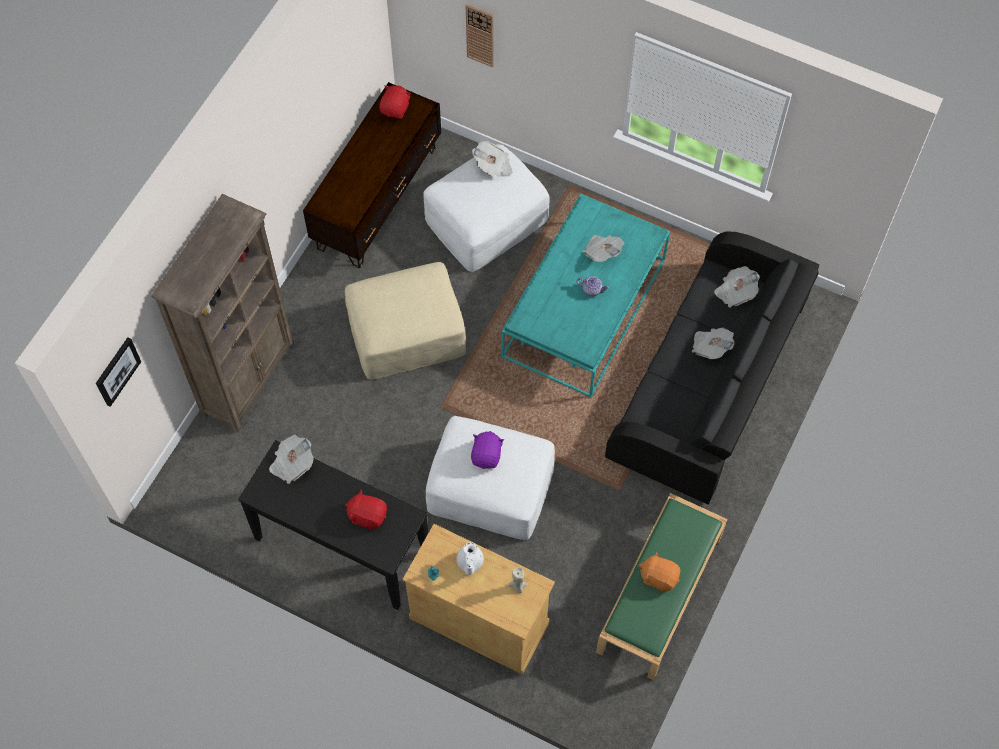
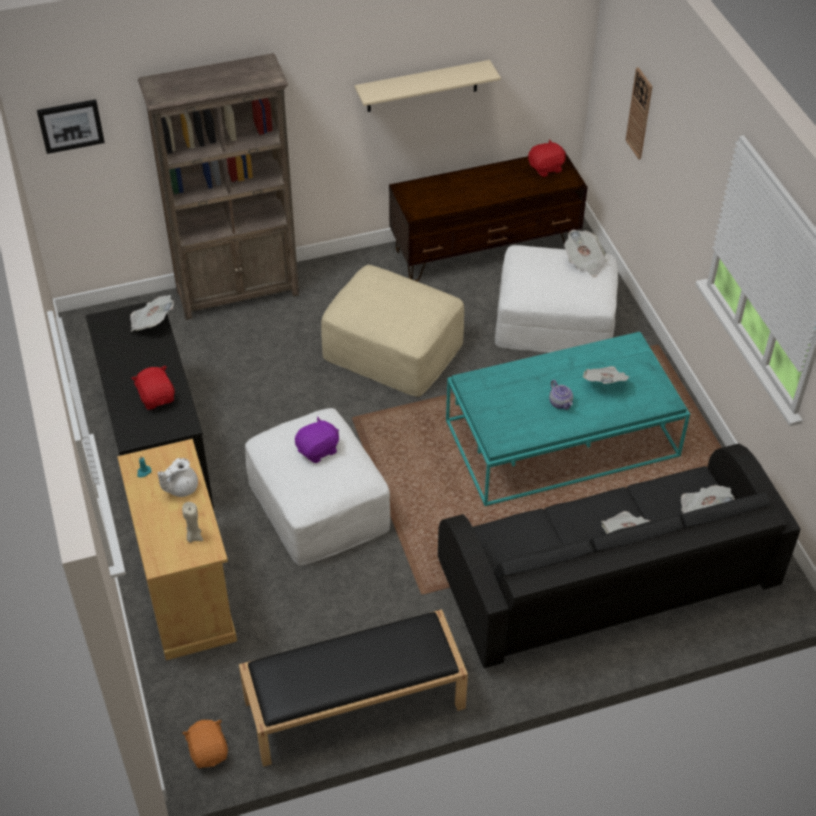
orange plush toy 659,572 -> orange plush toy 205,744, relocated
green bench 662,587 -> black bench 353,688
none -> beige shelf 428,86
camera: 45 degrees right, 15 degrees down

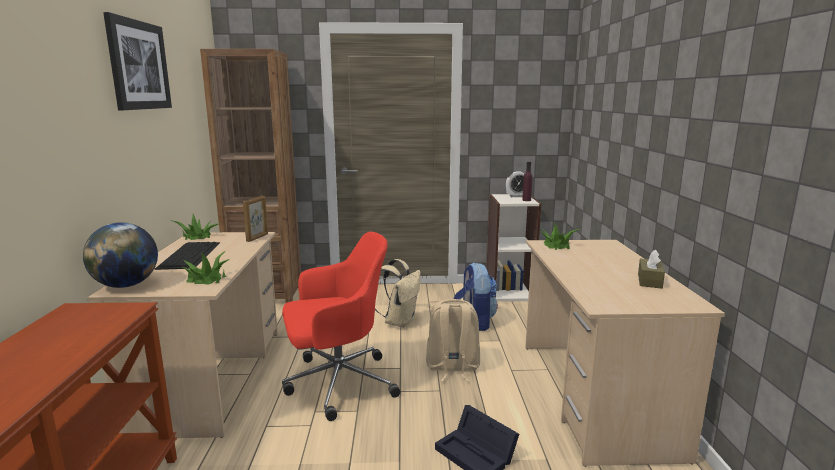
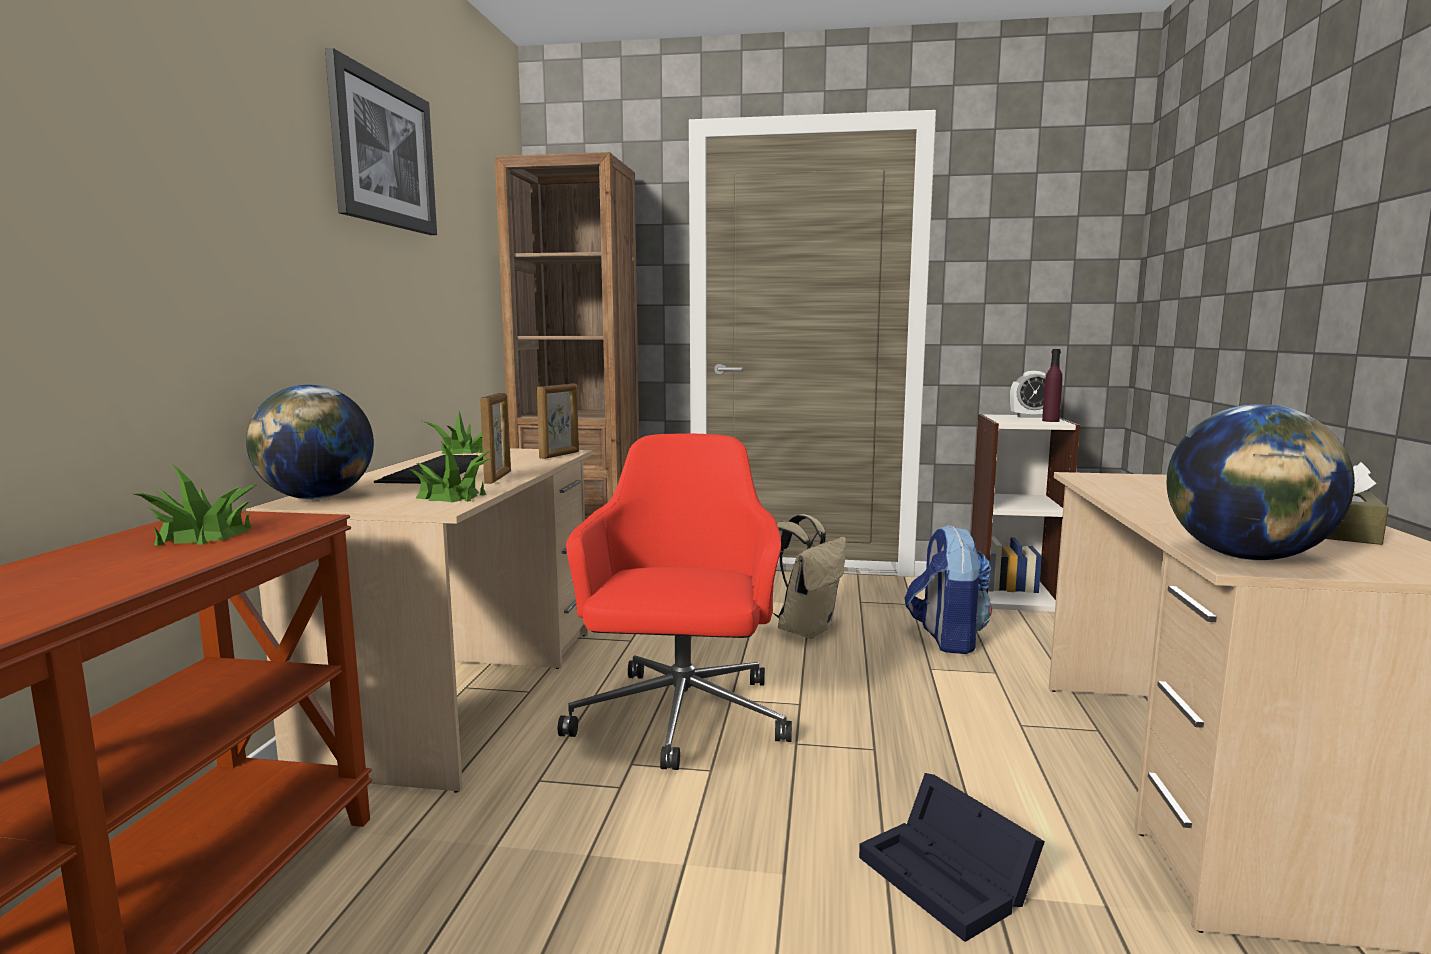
potted plant 560,236 -> potted plant 195,505, relocated
none -> picture frame 495,438
red office chair 341,326 -> red office chair 675,601, 75 degrees counterclockwise
none -> globe 1261,482
beige backpack 453,340 -> none
camera: 10 degrees right, 5 degrees down

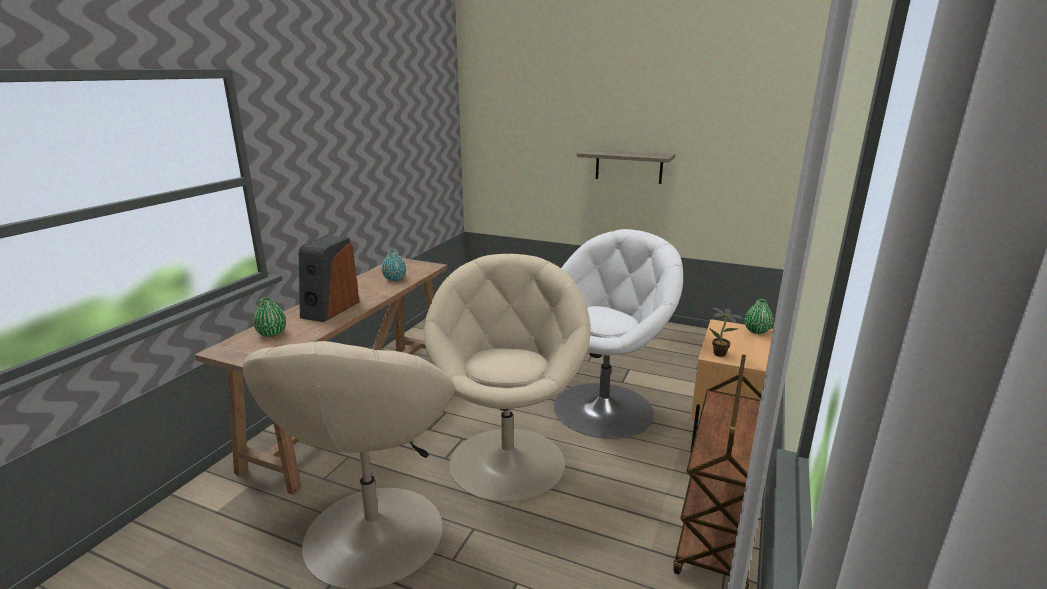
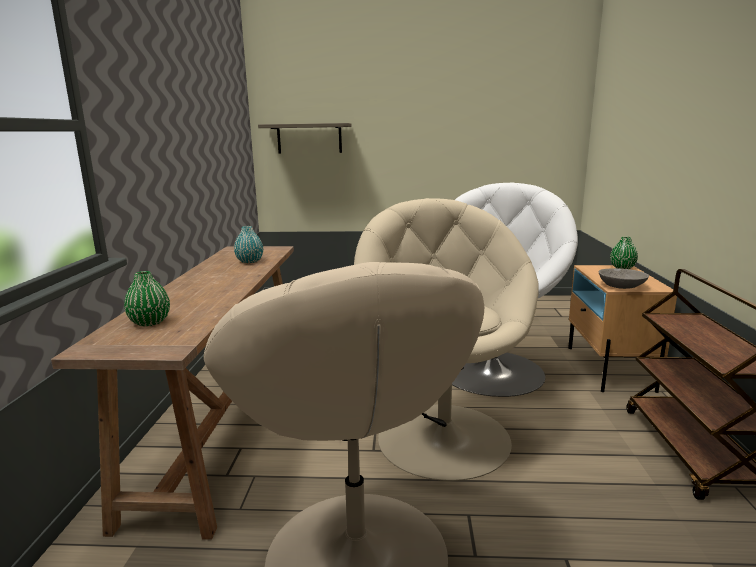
shelf 626,166 -> shelf 305,138, relocated
potted plant 726,332 -> grey bowl 624,278
speaker 329,278 -> none
camera: 20 degrees left, 5 degrees down

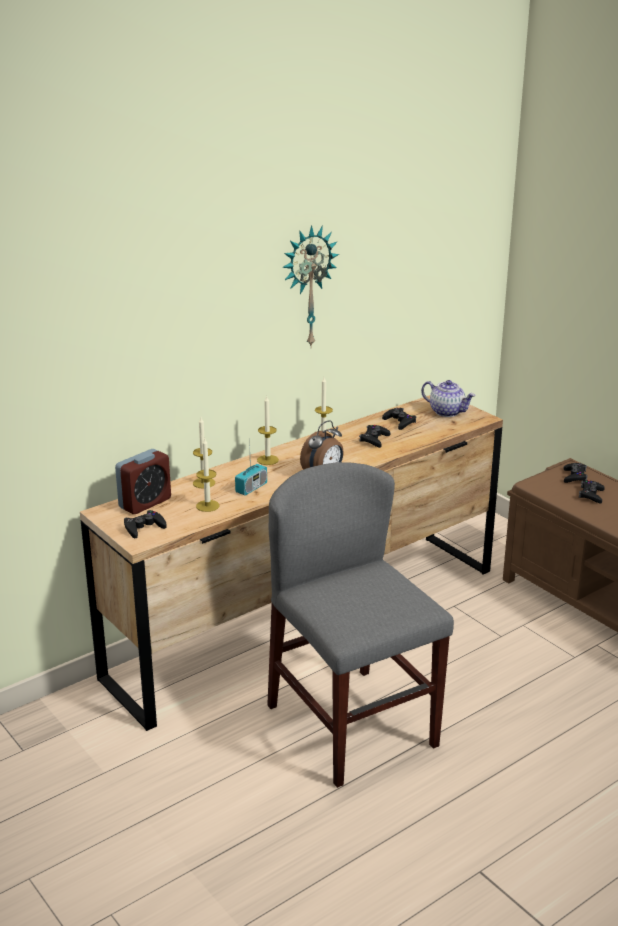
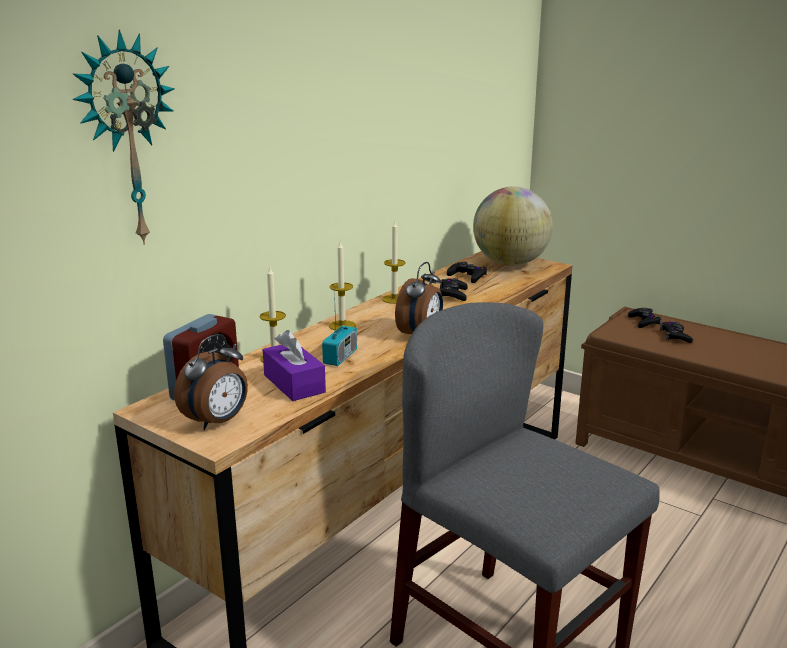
wall clock 310,285 -> wall clock 124,137, relocated
black game controller 145,524 -> alarm clock 211,382
candle 207,475 -> purple tissue box 294,365
teapot 448,398 -> globe 513,226
camera: 15 degrees left, 5 degrees down

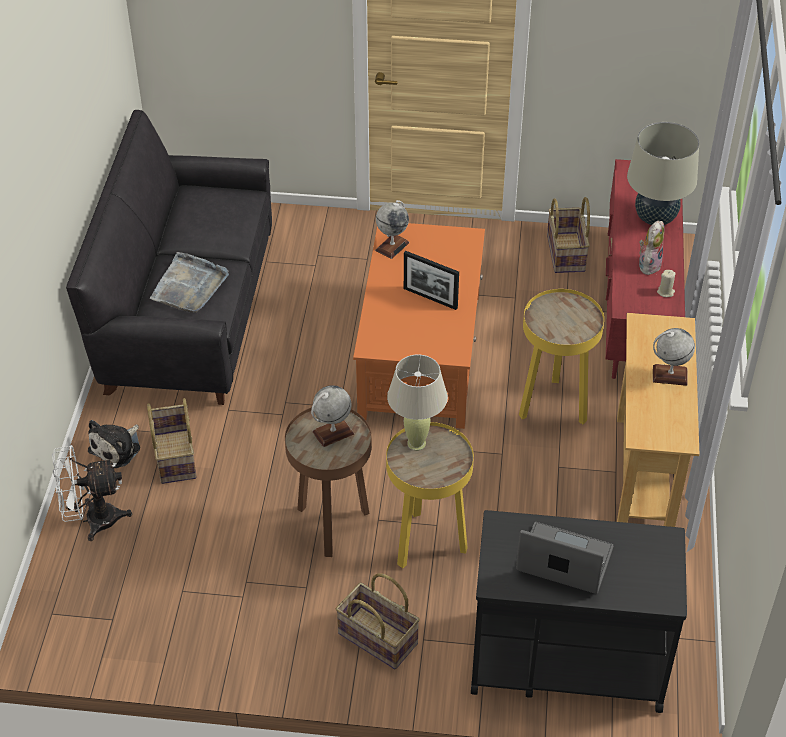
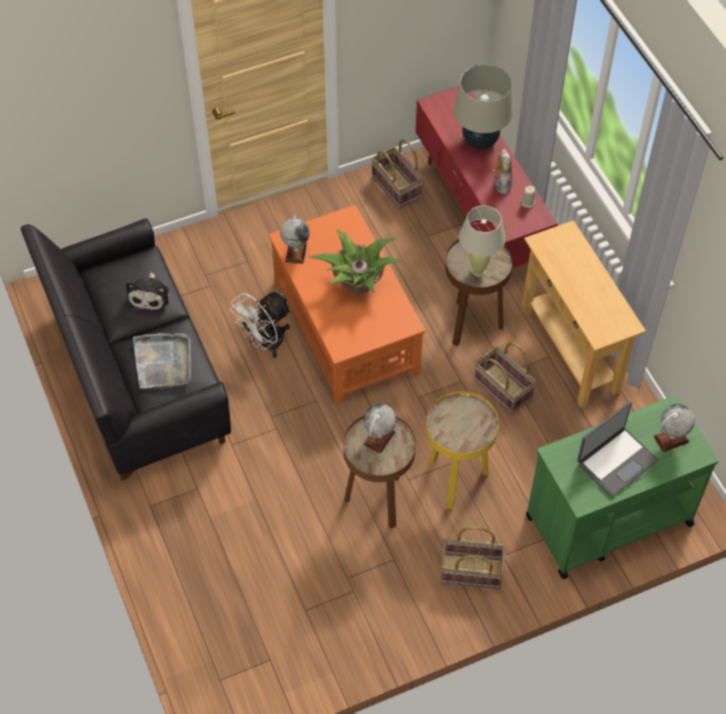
plush toy 114,444 -> plush toy 147,292, relocated
white fan 92,493 -> white fan 260,325, relocated
picture frame 431,280 -> potted plant 355,262
yellow side table 561,357 -> brown side table 479,292
beige table lamp 417,402 -> beige table lamp 482,241, relocated
basket 172,441 -> basket 505,378, relocated
black cart 579,611 -> green cart 622,487
laptop 564,558 -> laptop 618,449, 150 degrees clockwise
globe 674,357 -> globe 674,428, relocated
camera: 30 degrees left, 10 degrees up

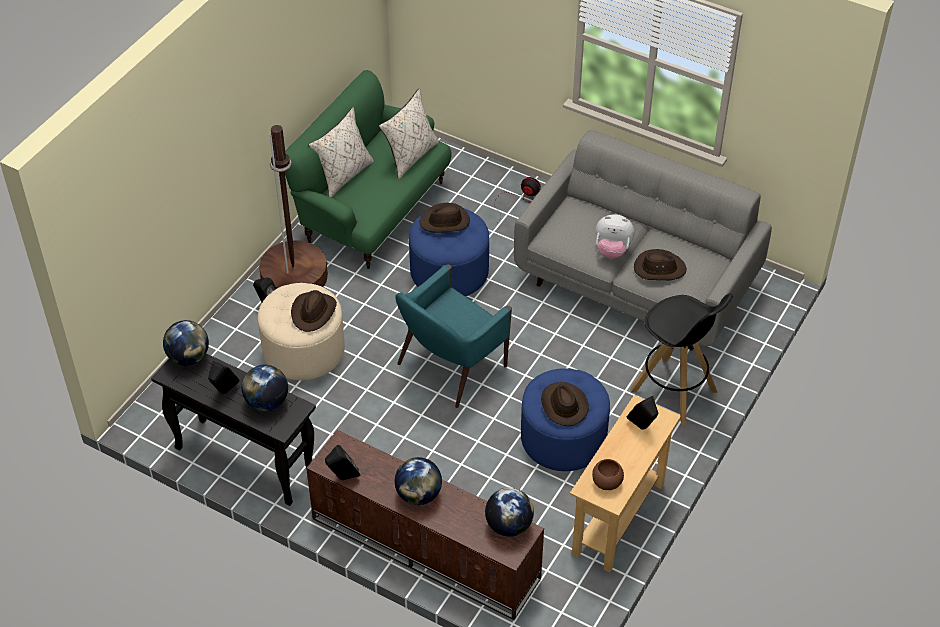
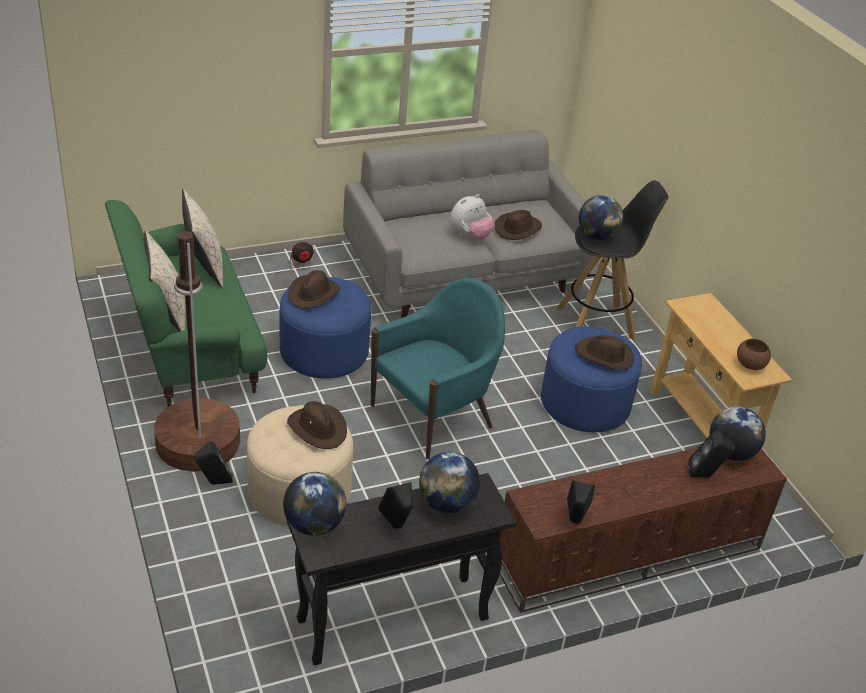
turquoise armchair 453,336 -> turquoise armchair 438,368, 120 degrees counterclockwise
globe 418,481 -> globe 601,217, relocated
black speaker 643,413 -> black speaker 711,454, relocated
camera: 55 degrees left, 10 degrees down

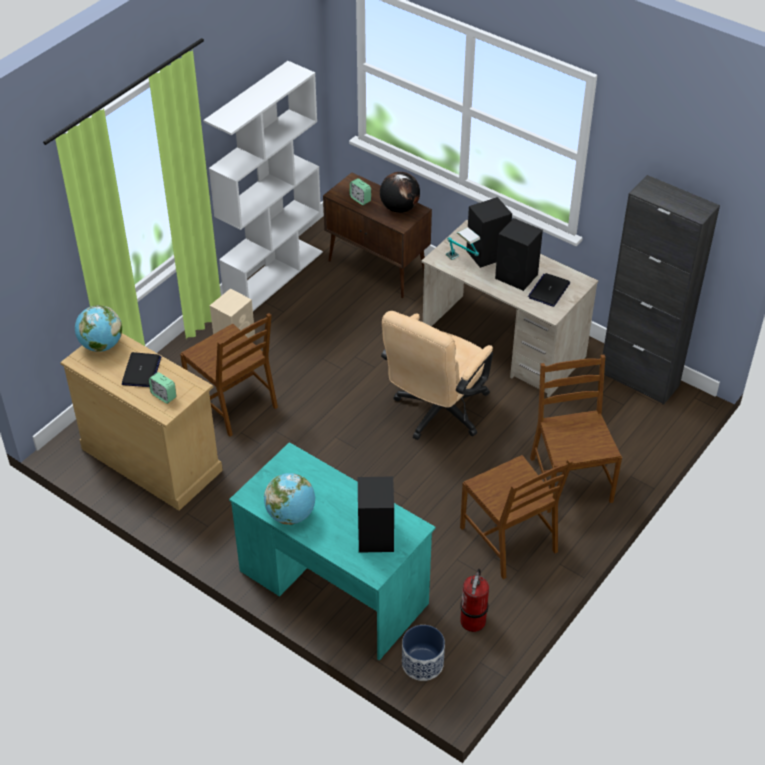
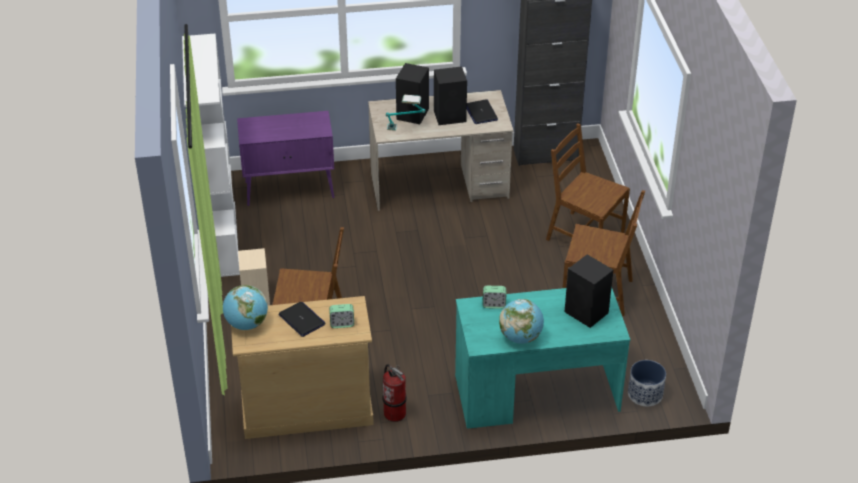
brown cabinet 377,235 -> purple cabinet 285,158
fire extinguisher 474,600 -> fire extinguisher 395,393, relocated
alarm clock 360,191 -> alarm clock 494,297, relocated
globe 400,192 -> none
beige office chair 437,375 -> none
camera: 45 degrees left, 5 degrees down

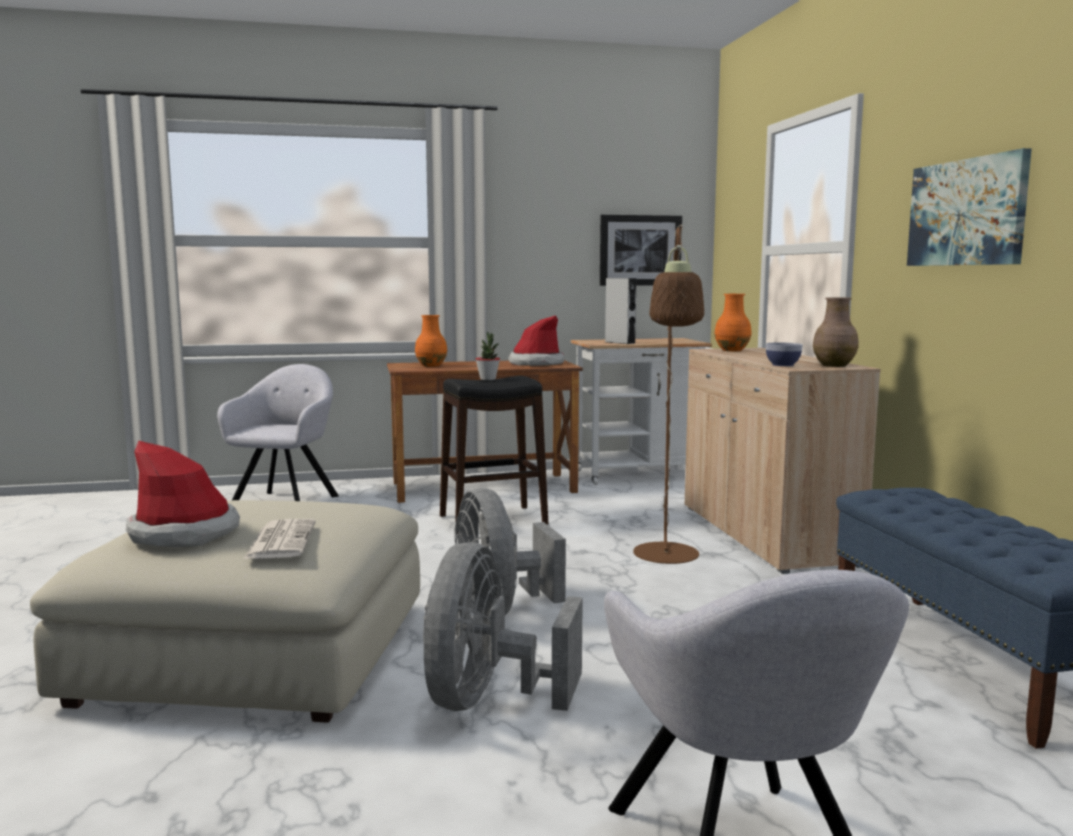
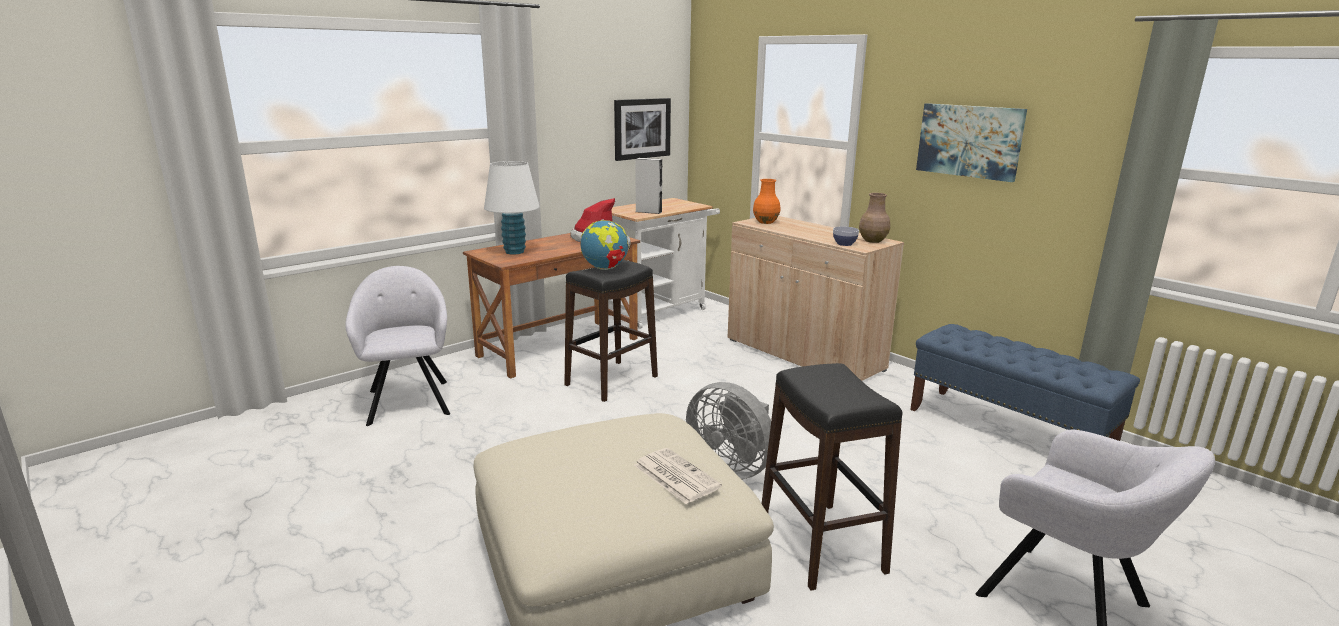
orange vase 431,341 -> white table lamp 512,208
potted plant 488,356 -> globe 606,244
grey fan 503,626 -> black stool 832,477
hat 183,494 -> none
brown floor lamp 668,394 -> none
camera: 30 degrees left, 10 degrees up

